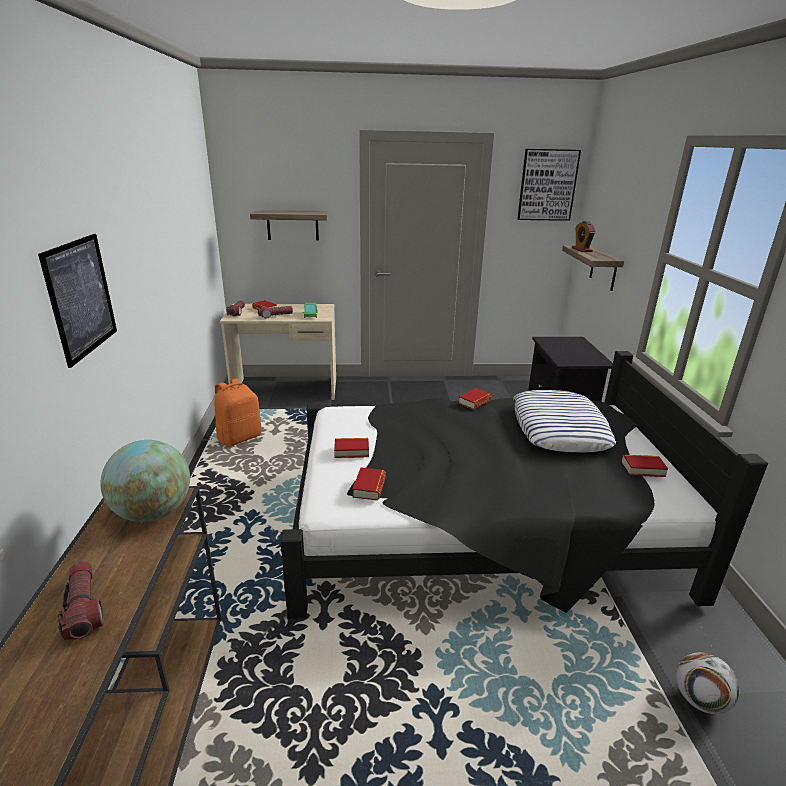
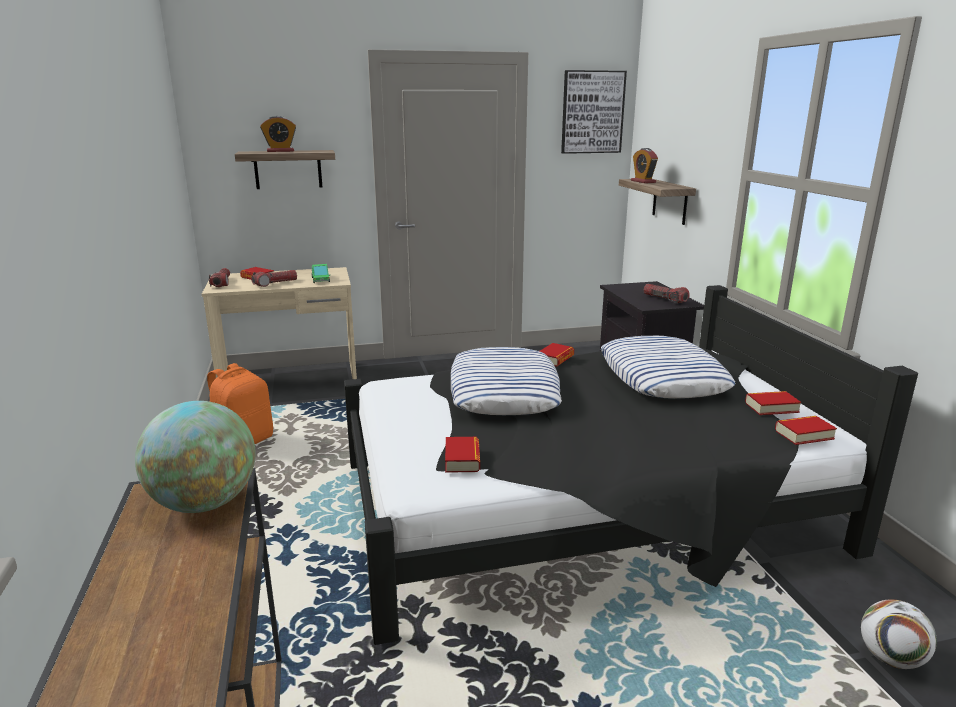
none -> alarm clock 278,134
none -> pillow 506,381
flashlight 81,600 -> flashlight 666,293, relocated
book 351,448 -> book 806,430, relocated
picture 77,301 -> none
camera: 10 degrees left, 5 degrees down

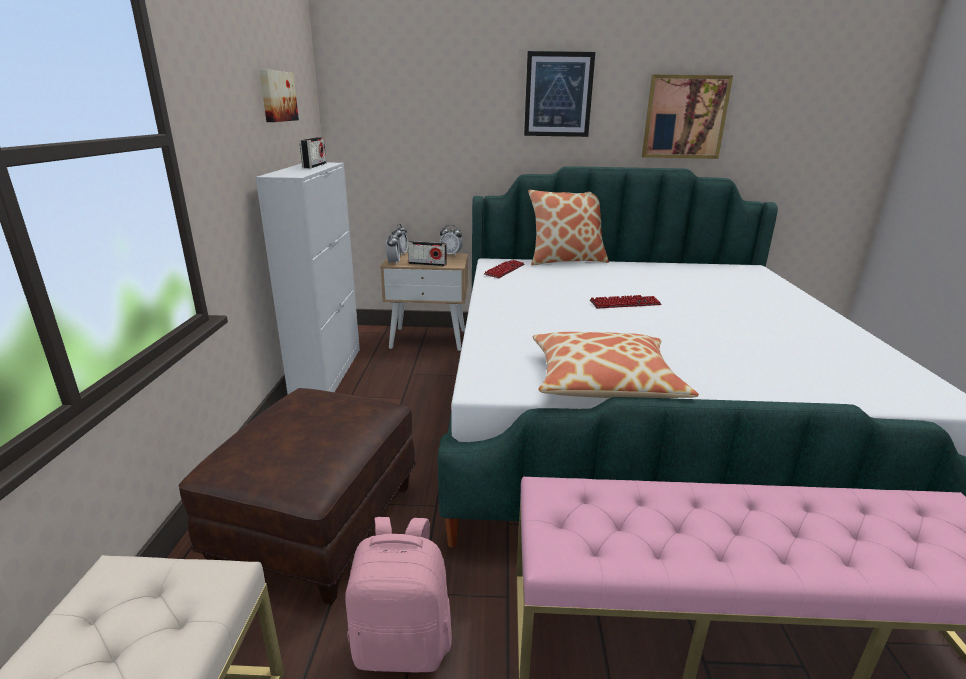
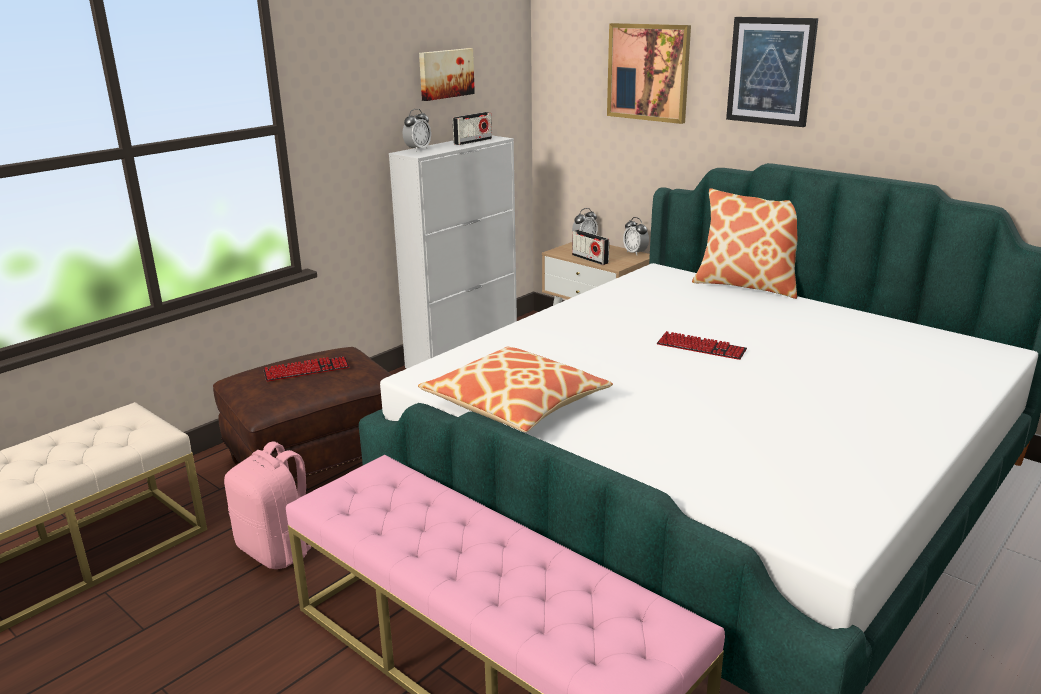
keyboard 504,269 -> keyboard 307,369, relocated
alarm clock 393,247 -> alarm clock 417,130, relocated
picture 687,117 -> picture 649,73, relocated
camera: 40 degrees right, 0 degrees up

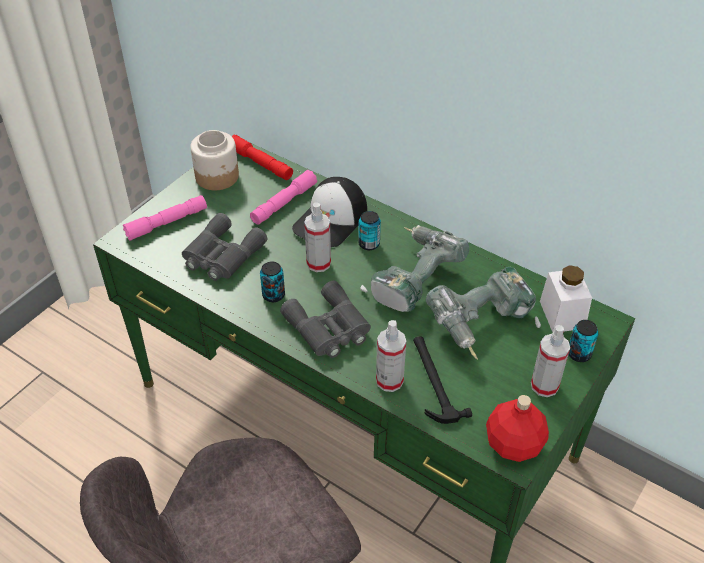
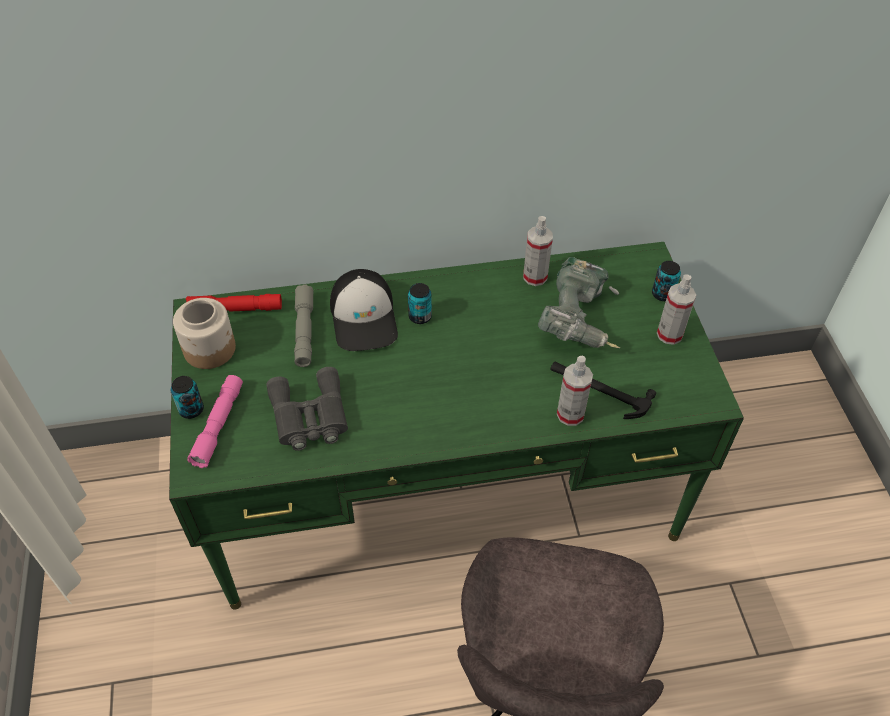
can 272,282 -> can 187,397, relocated
pink flashlight 283,197 -> grey flashlight 304,325
spray bottle 317,237 -> spray bottle 538,251, relocated
grey binoculars 325,319 -> none
power drill 414,268 -> none
red bottle 517,428 -> none
white jar 566,298 -> none
camera: 45 degrees left, 5 degrees up

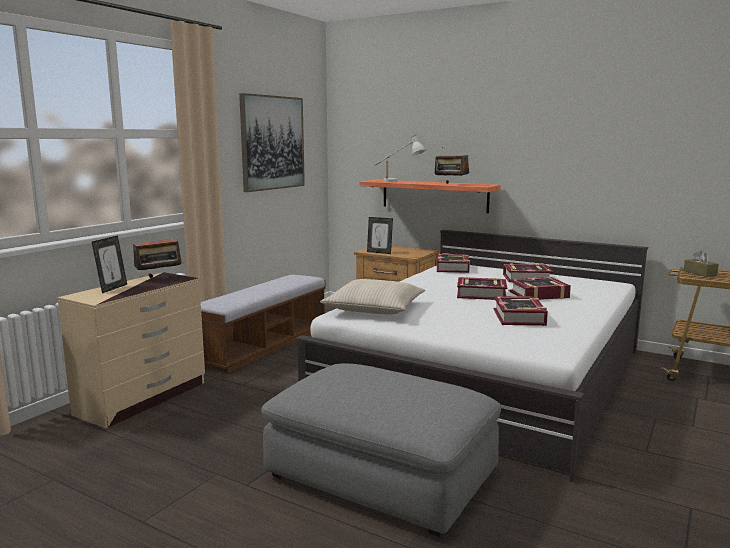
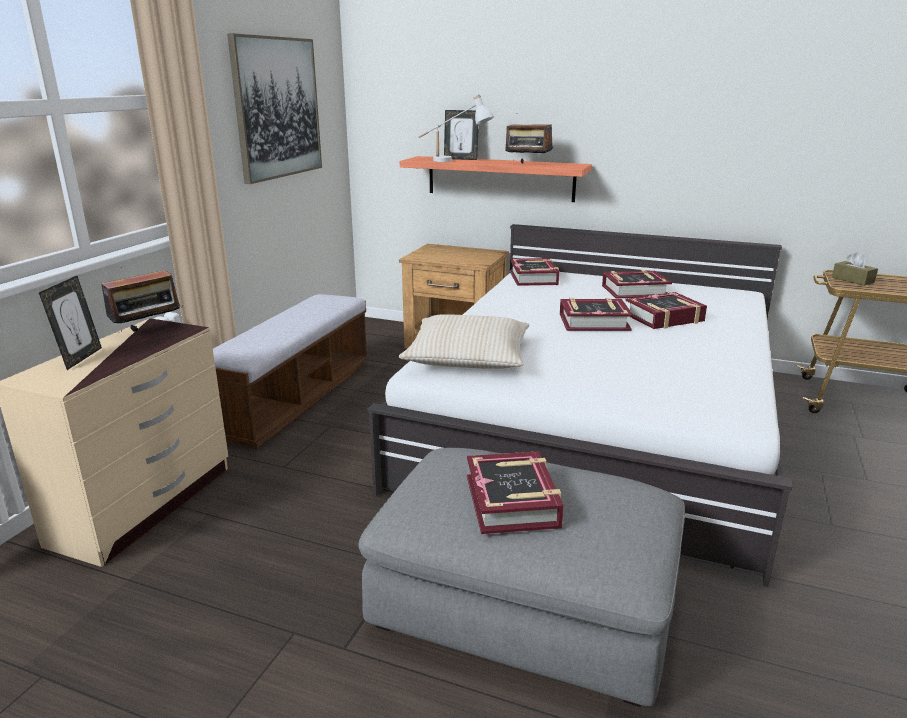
picture frame 380,235 -> picture frame 461,135, relocated
book 520,311 -> book 515,492, relocated
camera: 10 degrees left, 10 degrees up

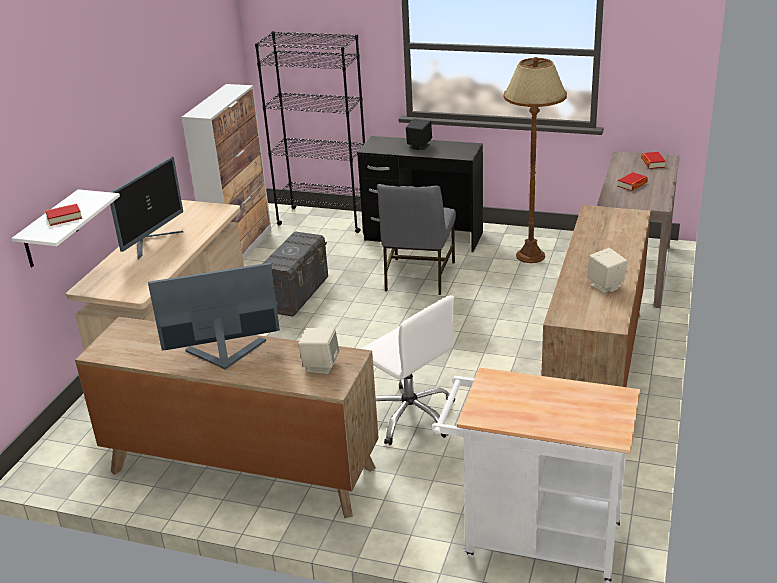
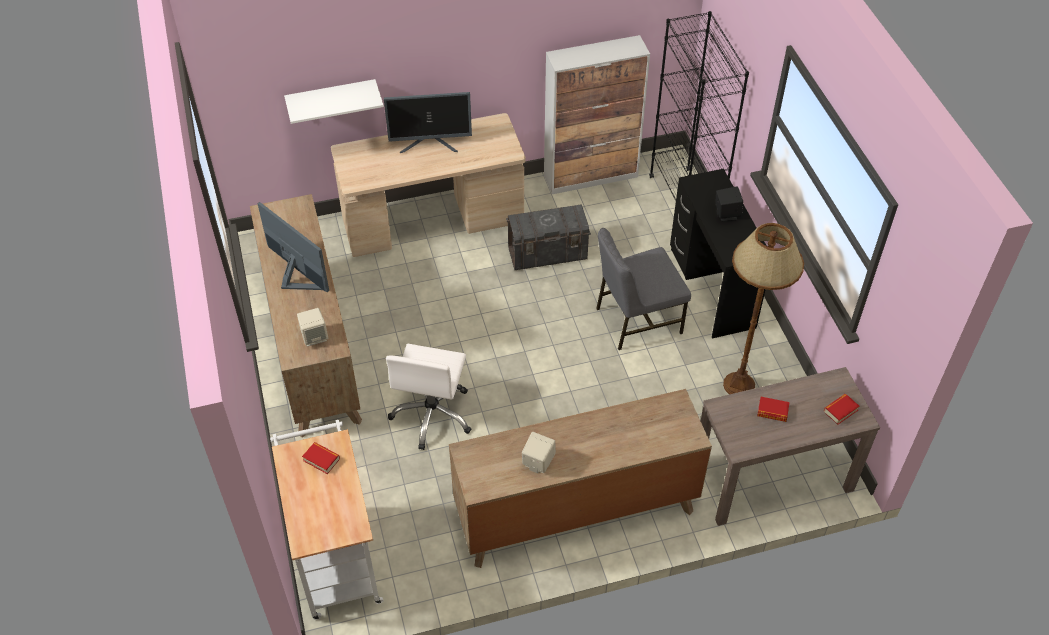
book 64,215 -> book 321,458, relocated
camera: 55 degrees right, 20 degrees up

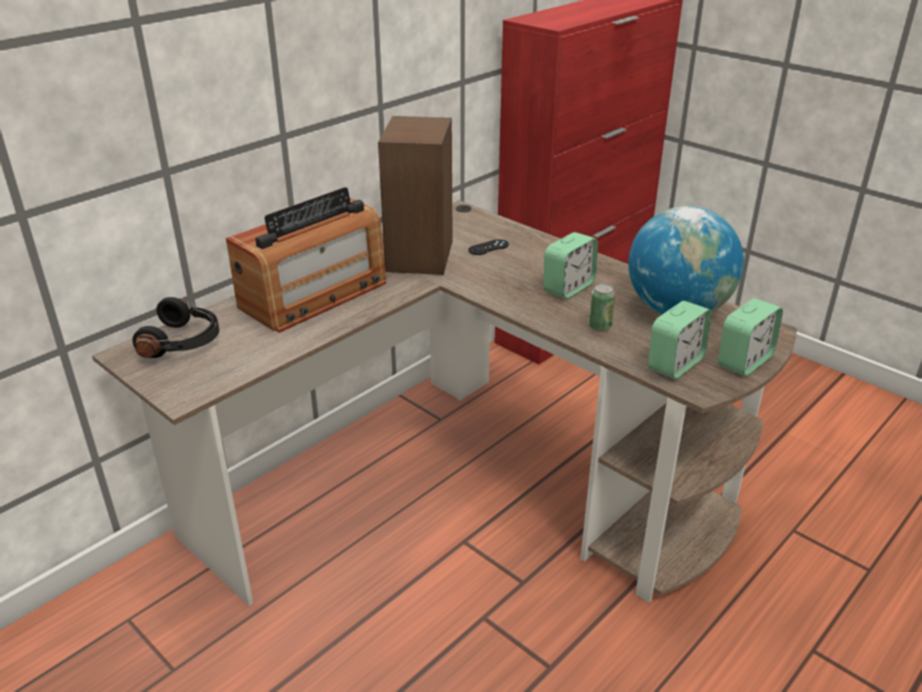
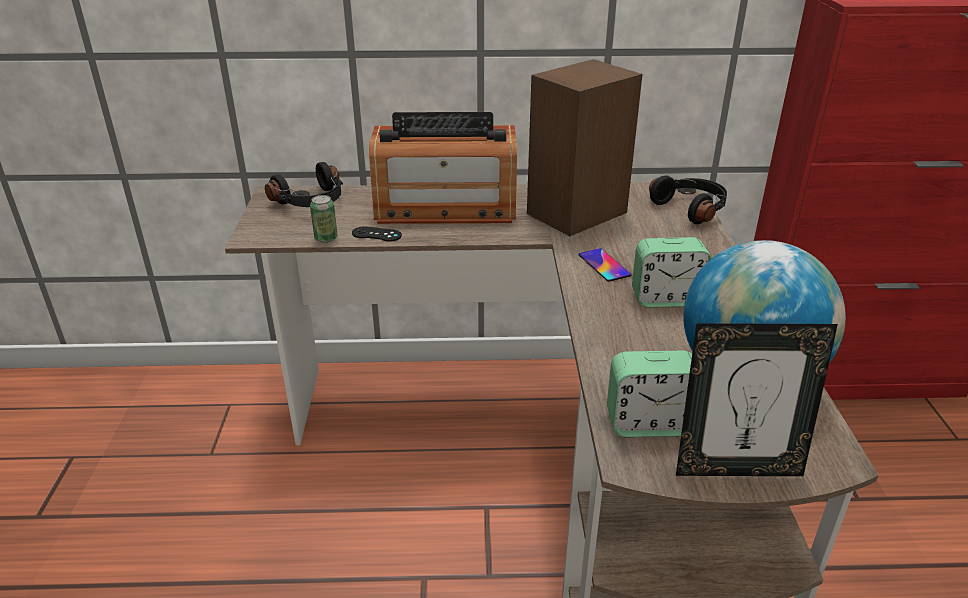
can 602,307 -> can 324,219, relocated
black game controller 488,247 -> black game controller 377,234, relocated
none -> phone 605,265
none -> black headphones 688,199
alarm clock 750,337 -> picture frame 757,399
camera: 45 degrees right, 0 degrees up

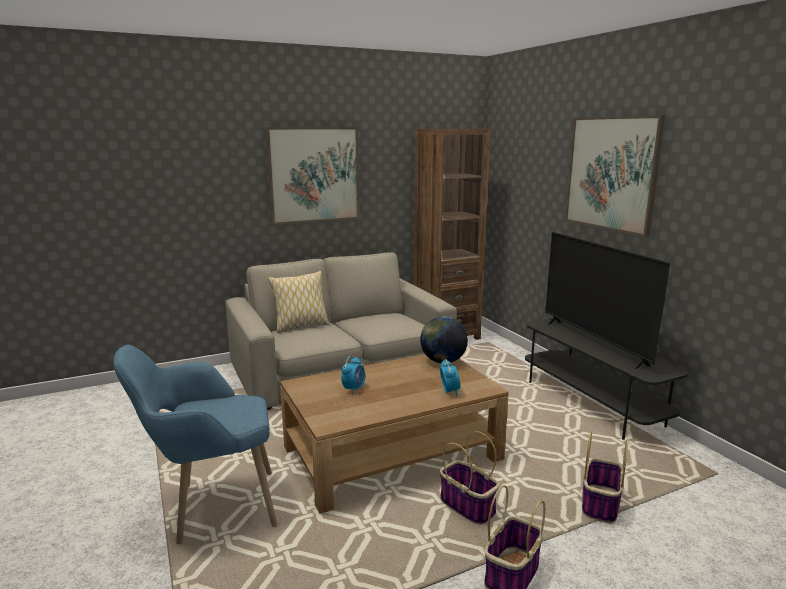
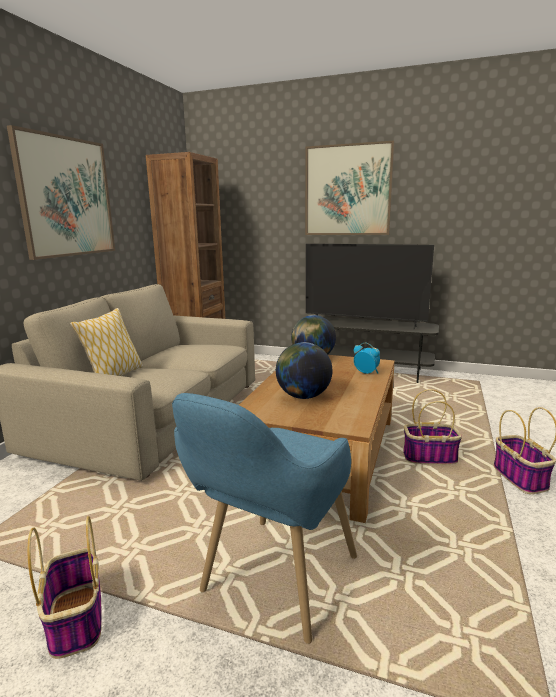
basket 605,477 -> basket 65,587, relocated
alarm clock 353,375 -> globe 304,370
camera: 45 degrees left, 0 degrees up

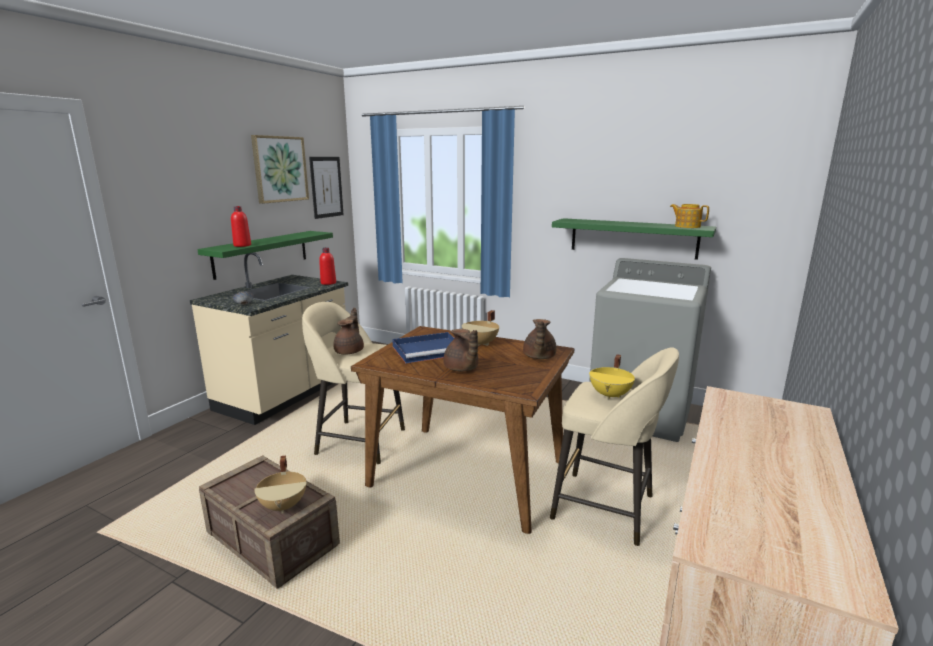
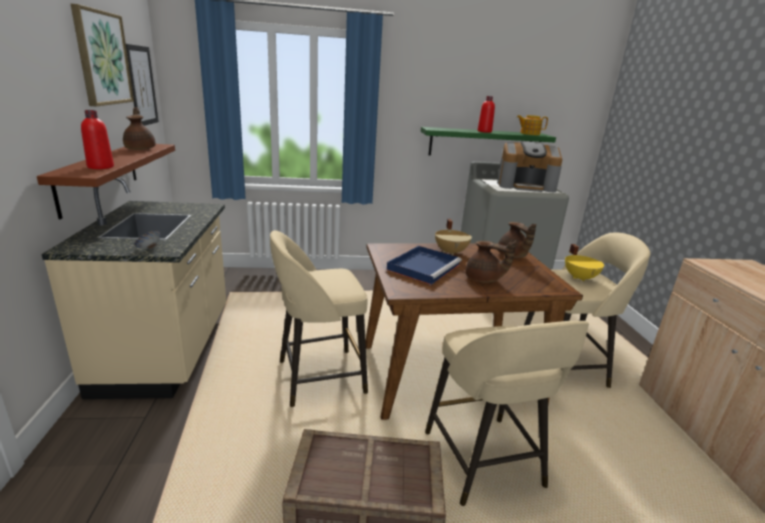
green shelf 265,255 -> brown shelf 106,181
brown teapot 348,331 -> brown teapot 139,128, relocated
none -> beige stool 507,413
red bottle 327,266 -> red bottle 486,114, relocated
none -> coffee machine 529,166
beige cooking pot 281,484 -> none
camera: 35 degrees left, 5 degrees up

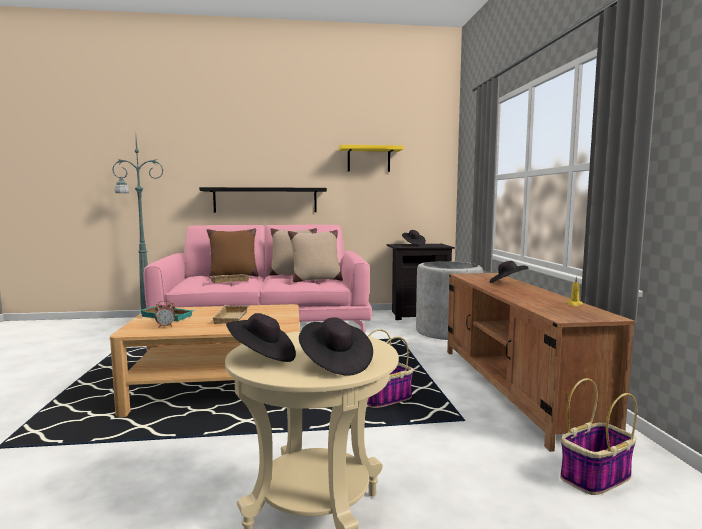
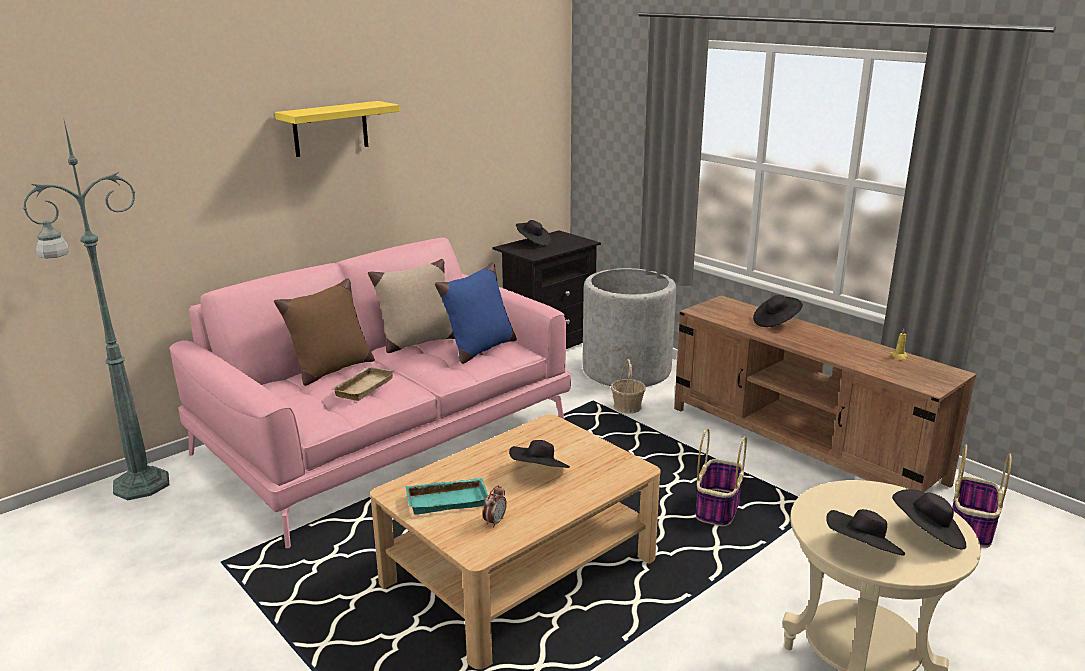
yellow shelf 371,158 -> yellow shelf 337,129, relocated
beige pillow 315,256 -> blue pillow 476,313
beige tray 230,314 -> black hat 539,454
none -> basket 628,386
black shelf 263,199 -> none
camera: 35 degrees left, 15 degrees up

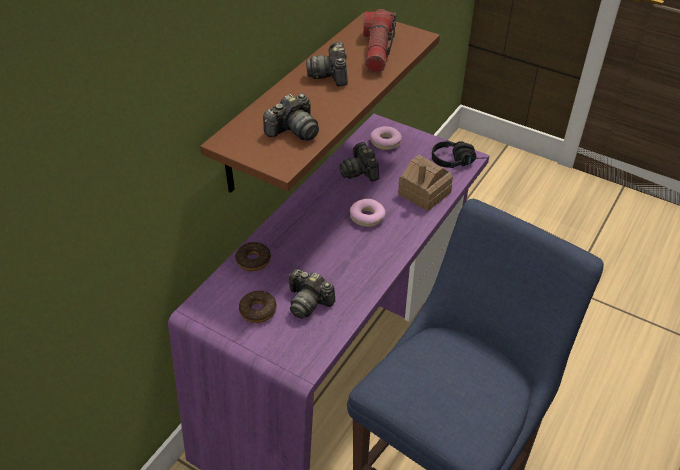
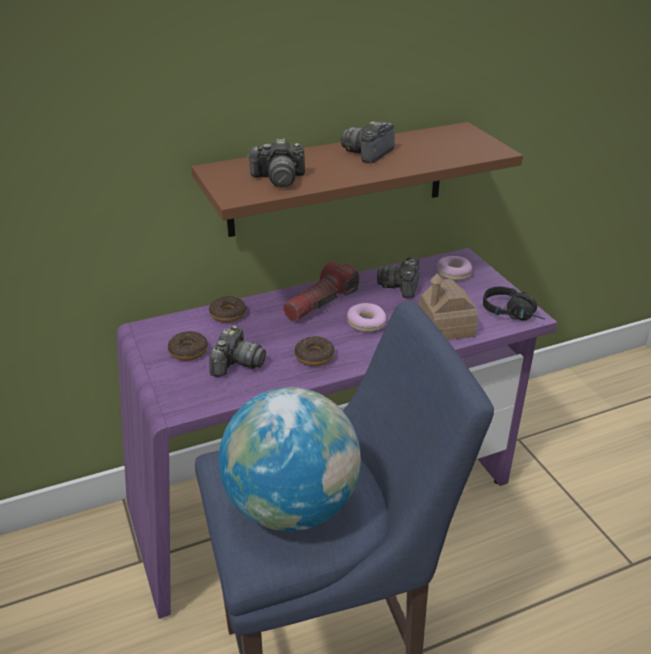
photo camera 311,294 -> photo camera 237,351, 135 degrees counterclockwise
none -> globe 290,459
flashlight 379,41 -> flashlight 321,292, relocated
none -> donut 315,351
camera: 35 degrees right, 10 degrees down

